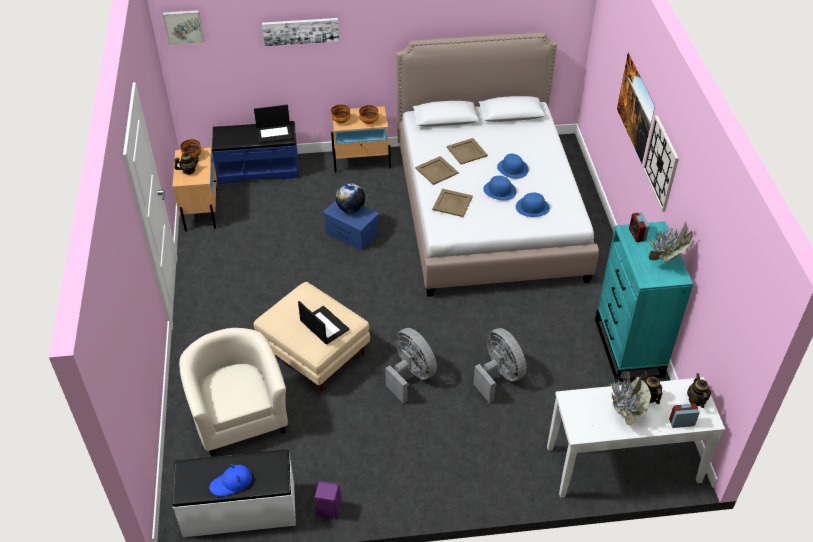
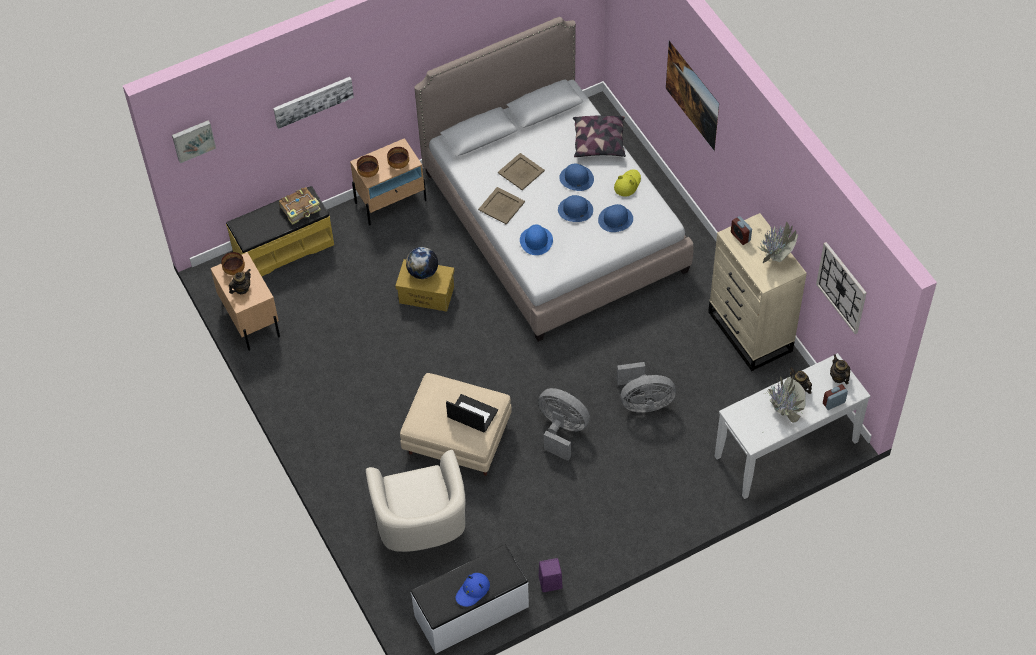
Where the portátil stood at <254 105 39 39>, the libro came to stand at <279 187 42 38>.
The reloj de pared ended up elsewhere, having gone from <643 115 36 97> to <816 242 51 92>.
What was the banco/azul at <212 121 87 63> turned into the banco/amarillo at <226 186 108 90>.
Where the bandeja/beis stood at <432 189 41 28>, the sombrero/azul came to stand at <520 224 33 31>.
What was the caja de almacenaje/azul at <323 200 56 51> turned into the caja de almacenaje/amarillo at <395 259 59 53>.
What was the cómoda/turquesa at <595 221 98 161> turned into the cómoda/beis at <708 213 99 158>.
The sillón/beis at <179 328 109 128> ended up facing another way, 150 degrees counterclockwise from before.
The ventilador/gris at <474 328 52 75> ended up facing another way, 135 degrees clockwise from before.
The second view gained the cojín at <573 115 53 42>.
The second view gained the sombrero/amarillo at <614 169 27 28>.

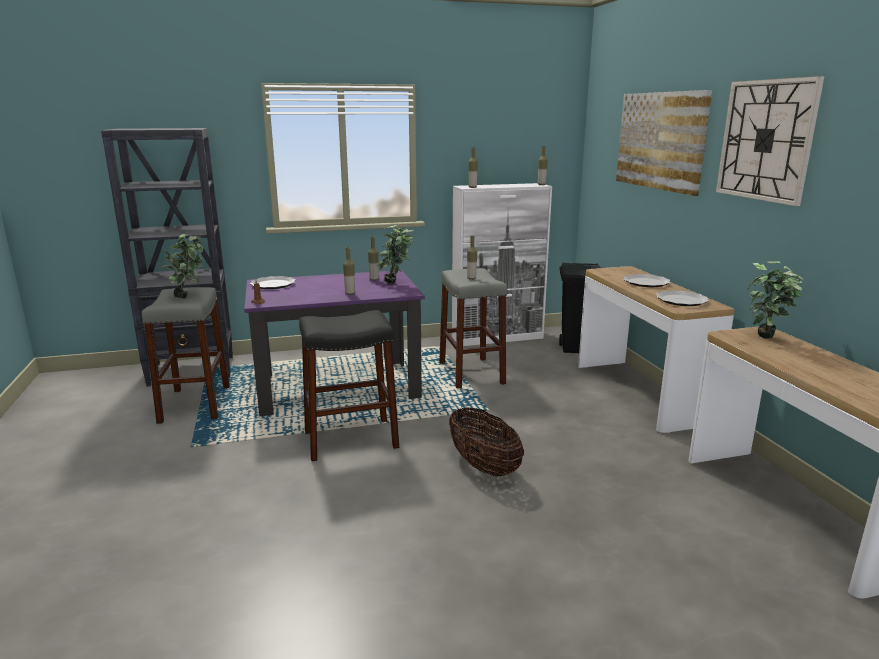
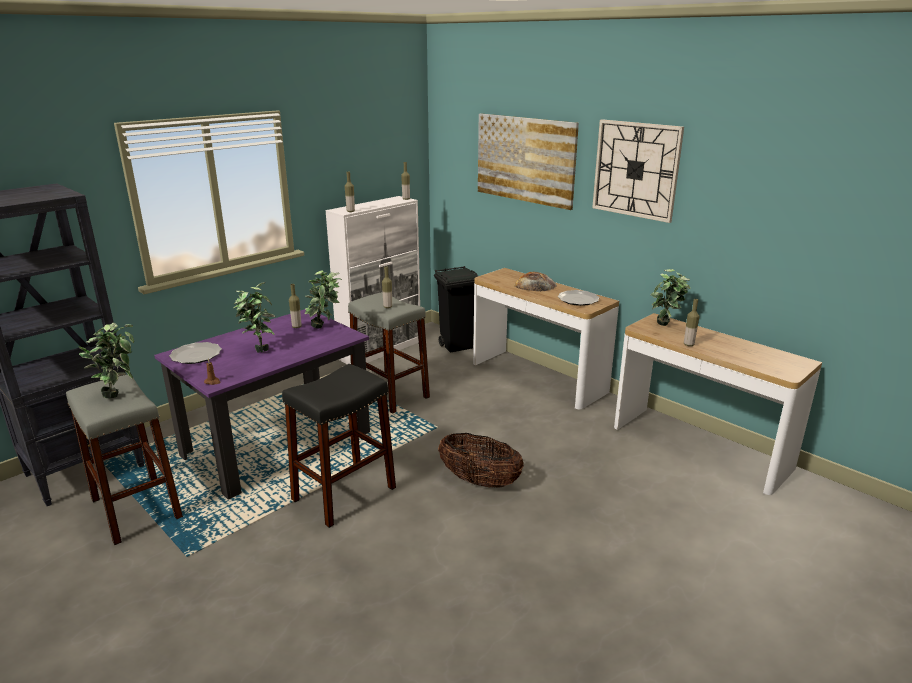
The botella ended up elsewhere, having gone from <343 247 12 48> to <684 299 15 47>.
Where the plato stood at <624 274 46 13>, the pan came to stand at <514 272 43 19>.
The second view gained the planta en maceta at <233 282 43 71>.

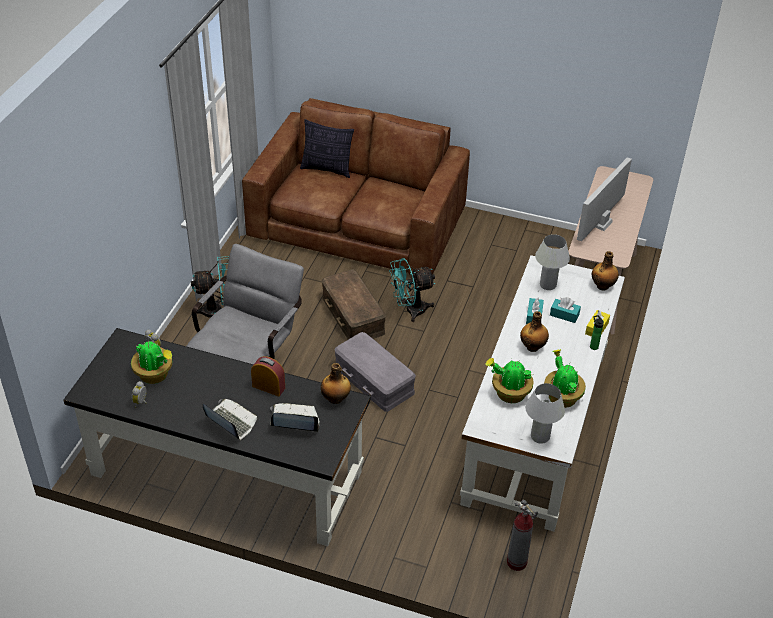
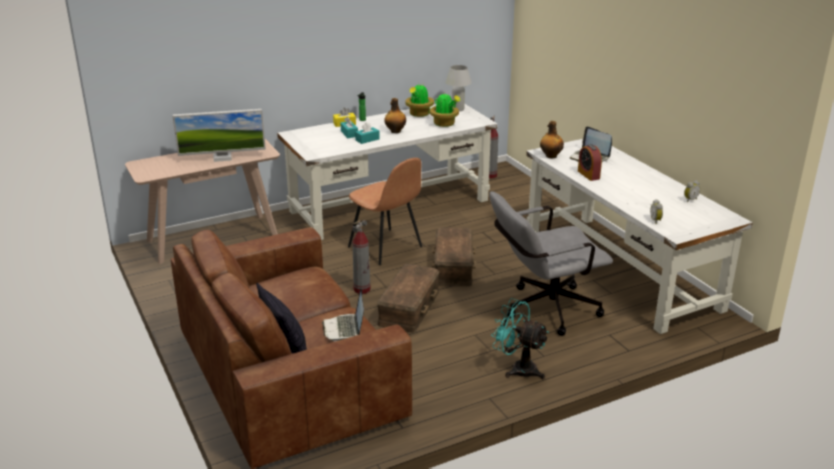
The second view lost the lámpara de mesa/blanco at <535 234 35 56>.
The second view lost the botella at <592 251 27 39>.
Where the ventilador/turquesa stood at <389 258 47 64>, the extintor came to stand at <352 220 19 74>.
What was the escritorio/negro at <63 328 308 218> turned into the escritorio/blanco at <526 139 227 195>.
What was the caja de almacenaje/gris at <334 332 82 80> turned into the caja de almacenaje/marrón at <432 227 44 59>.
The second view lost the planta en maceta at <131 340 41 44>.
The portátil ended up elsewhere, having gone from <203 399 54 42> to <322 289 42 52>.
The second view gained the silla/marrón at <348 158 74 107>.

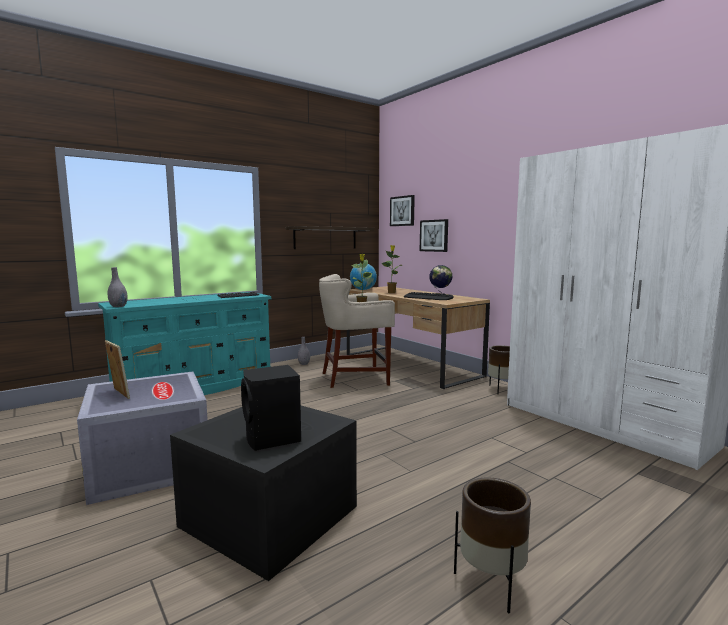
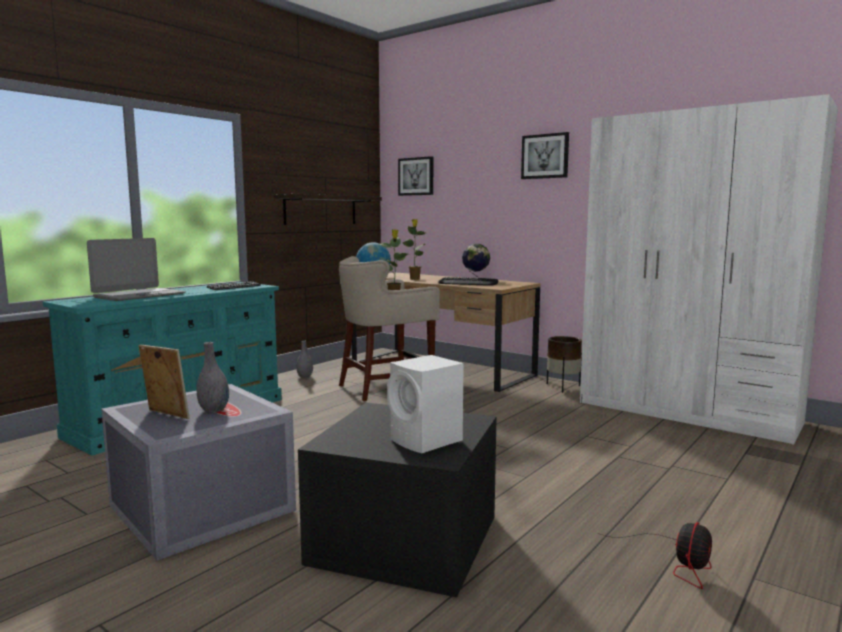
The cuadro ended up elsewhere, having gone from <420 219 28 33> to <521 132 48 47>.
The florero/gris ended up elsewhere, having gone from <108 267 20 40> to <196 342 33 71>.
What was the altavoz/negro at <241 365 60 86> turned into the altavoz/blanco at <387 355 77 98>.
Where the maceta/marrón stood at <454 478 77 135>, the ventilador came to stand at <597 522 115 67>.
The second view gained the portátil at <87 238 99 63>.

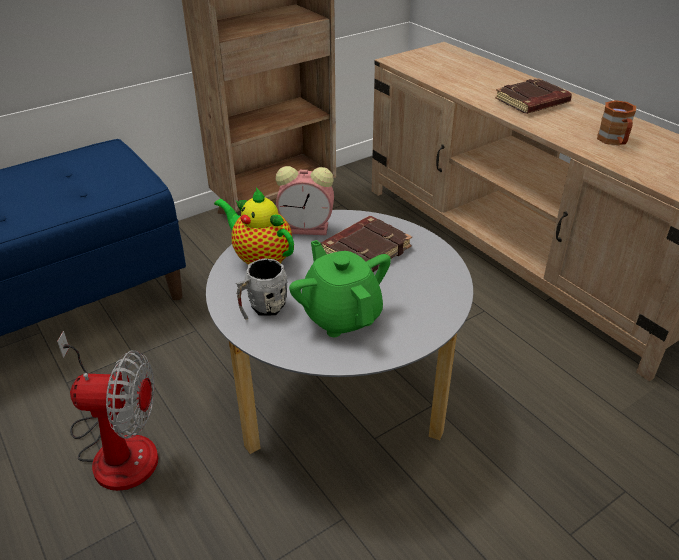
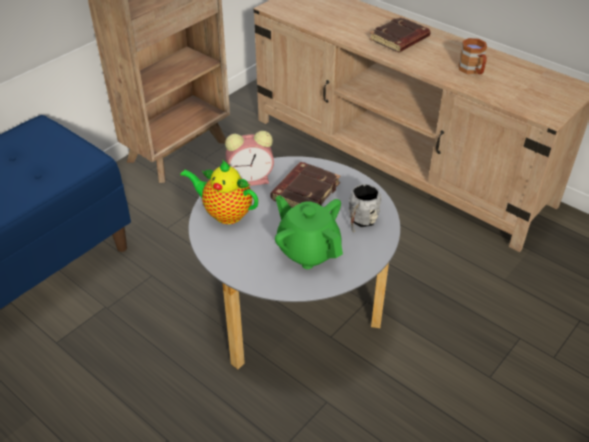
The taza grande/gris ended up elsewhere, having gone from <236 258 52 61> to <348 184 33 48>.
The second view lost the ventilador at <57 331 101 160>.

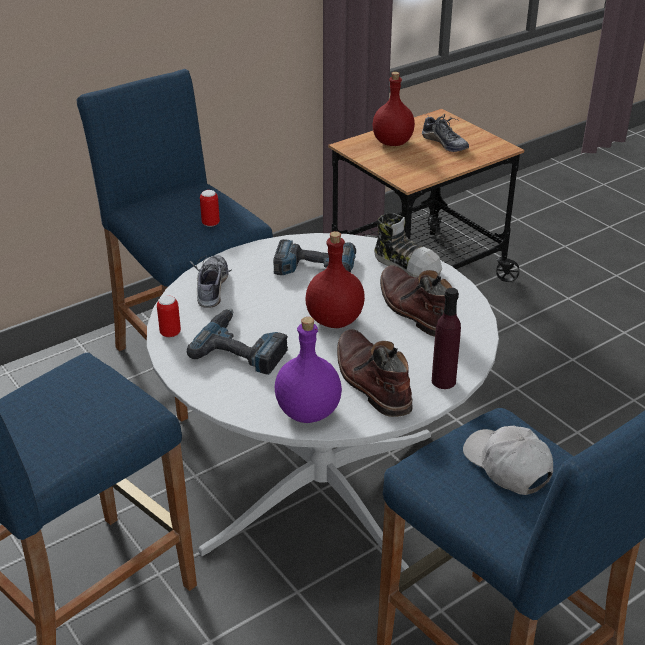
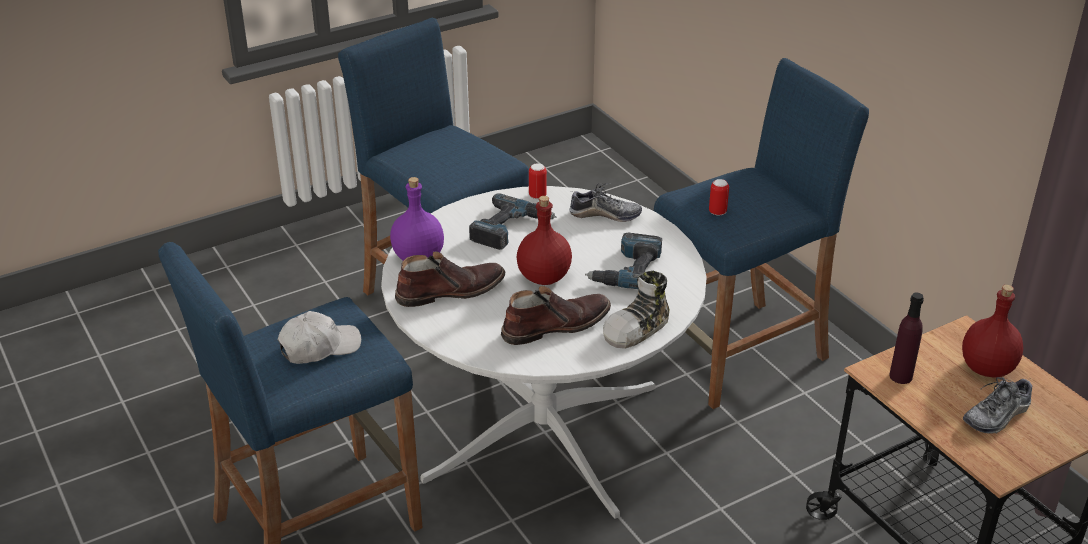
The botella/morado ended up elsewhere, having gone from <432 288 29 101> to <889 293 35 91>.

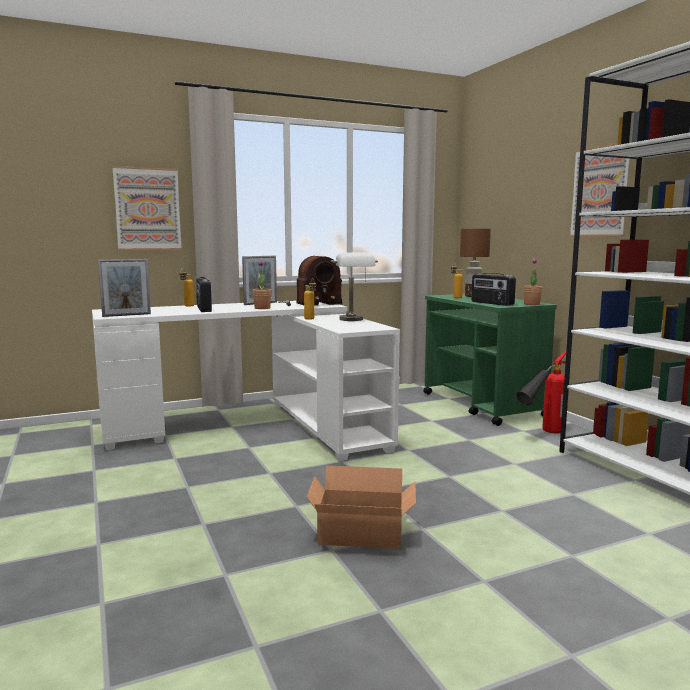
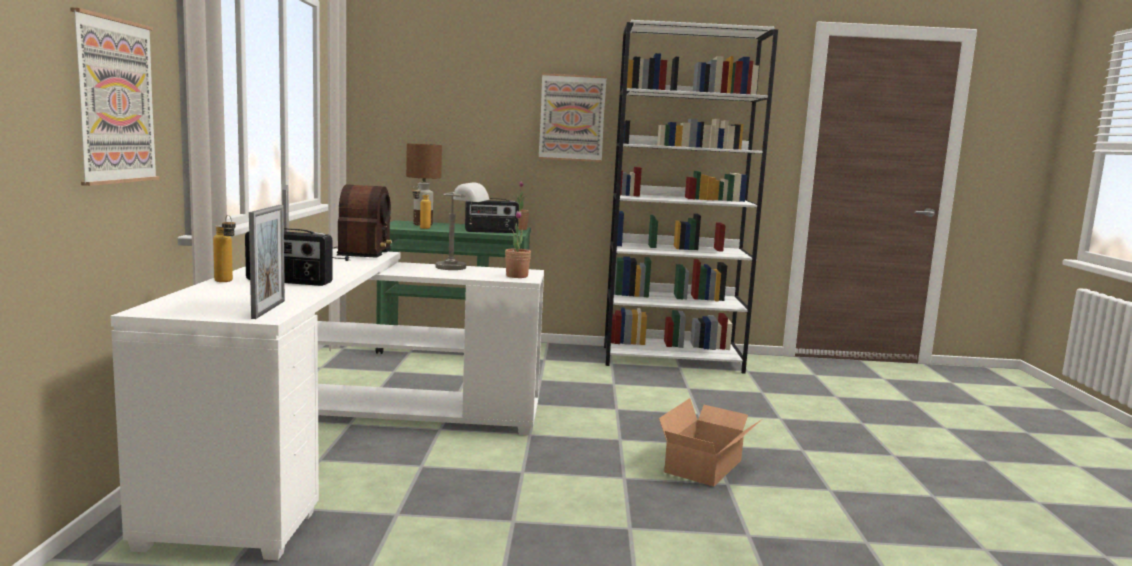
The planta en maceta ended up elsewhere, having gone from <253 260 18 49> to <505 211 26 67>.
The second view lost the botella at <304 279 12 41>.
The second view lost the extintor at <516 351 50 82>.

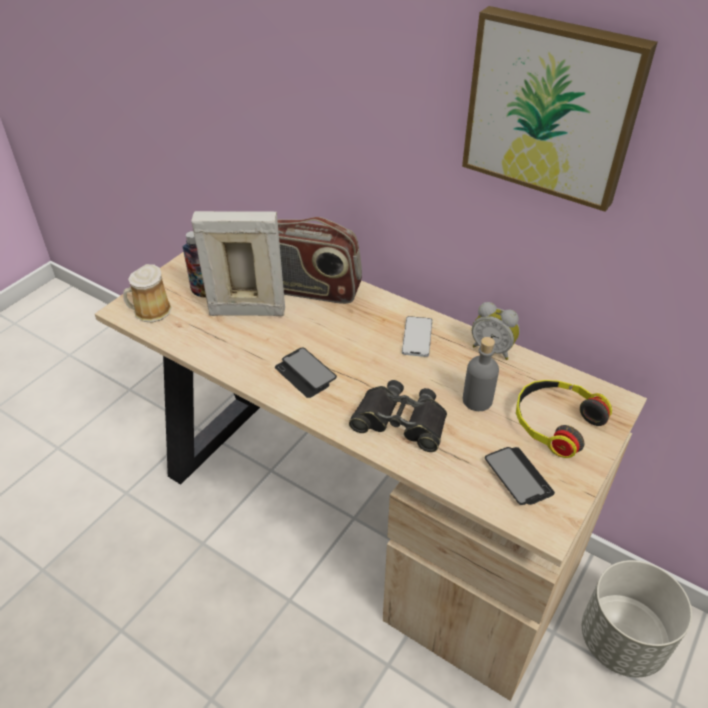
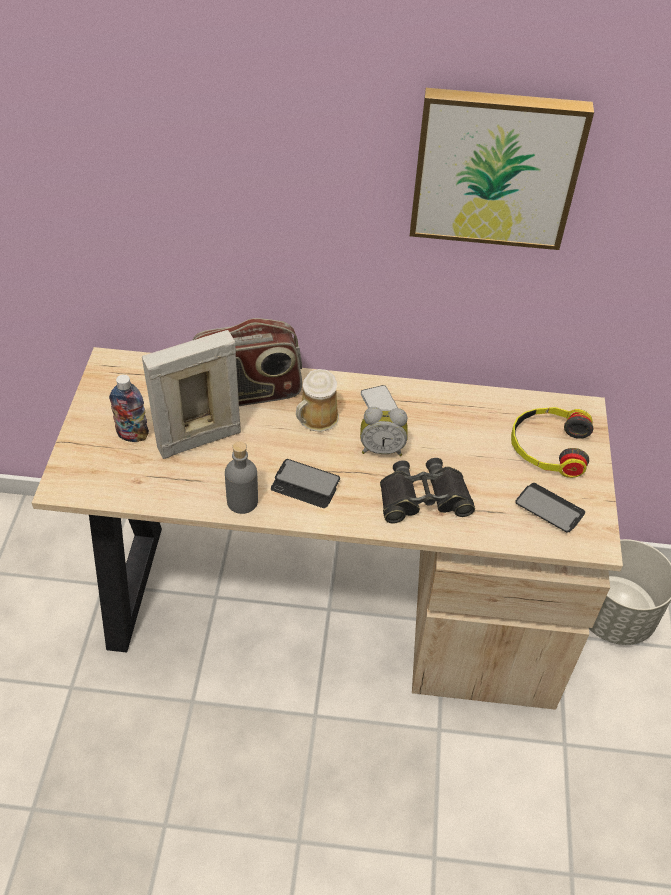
The taza grande ended up elsewhere, having gone from <123 264 49 59> to <296 369 43 63>.
The despertador ended up elsewhere, having gone from <472 302 48 58> to <360 407 48 49>.
The botella/gris ended up elsewhere, having gone from <463 337 36 74> to <225 441 33 73>.

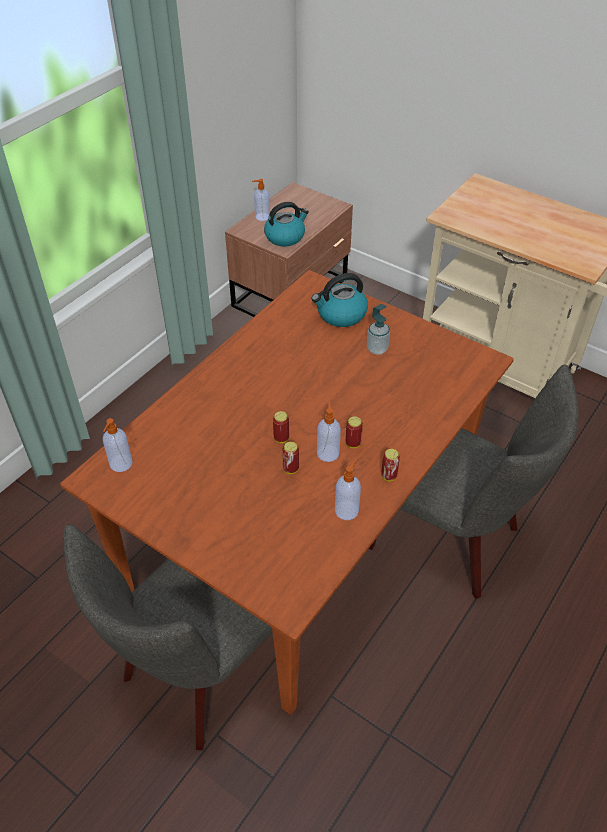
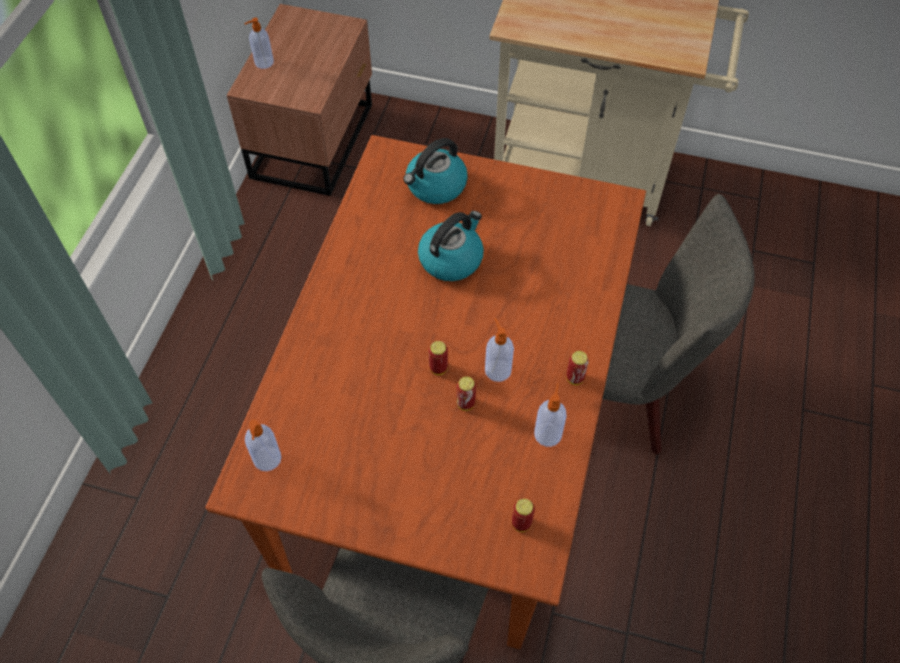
The hervidor ended up elsewhere, having gone from <264 202 45 44> to <418 211 66 70>.
The second view lost the dispensador de jabón at <367 304 23 51>.
The lata ended up elsewhere, having gone from <346 416 17 32> to <512 499 23 33>.

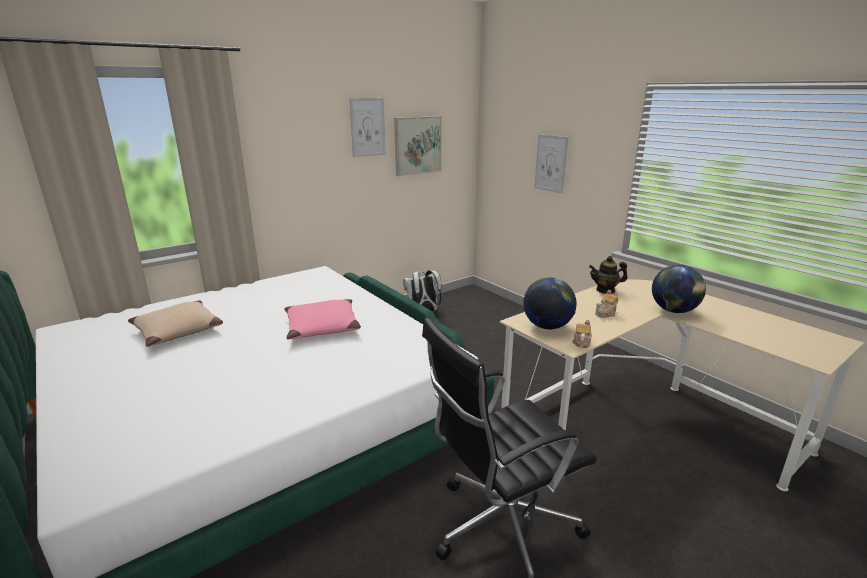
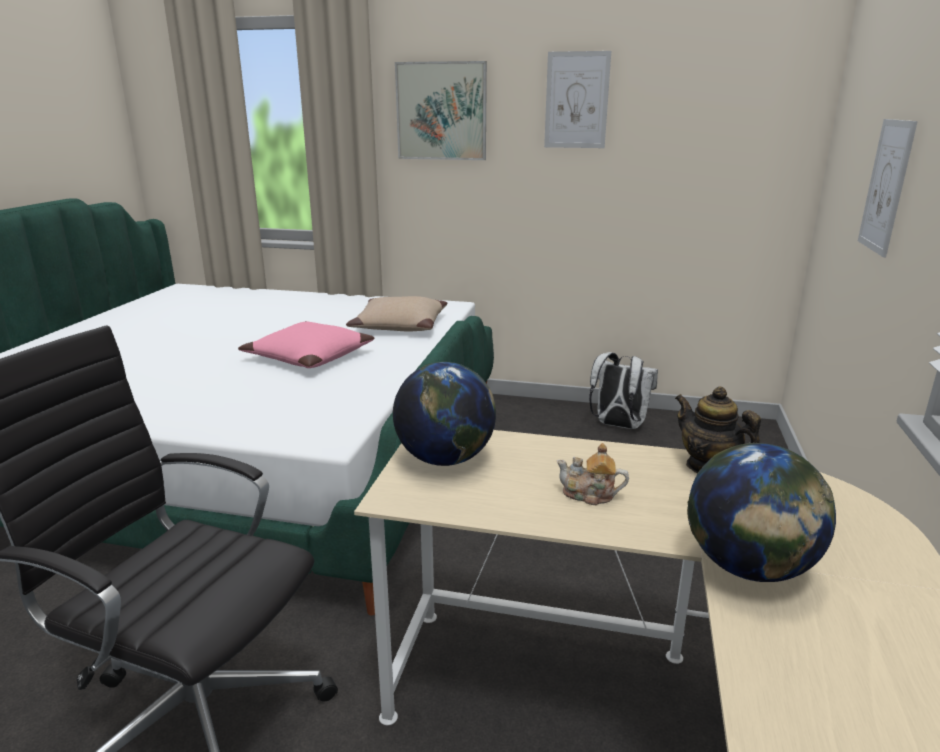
The cuadro ended up elsewhere, having gone from <394 116 48 60> to <395 61 92 99>.
The cojín/beis ended up elsewhere, having gone from <128 300 95 47> to <346 296 101 36>.
The second view lost the tetera at <572 320 20 28>.

